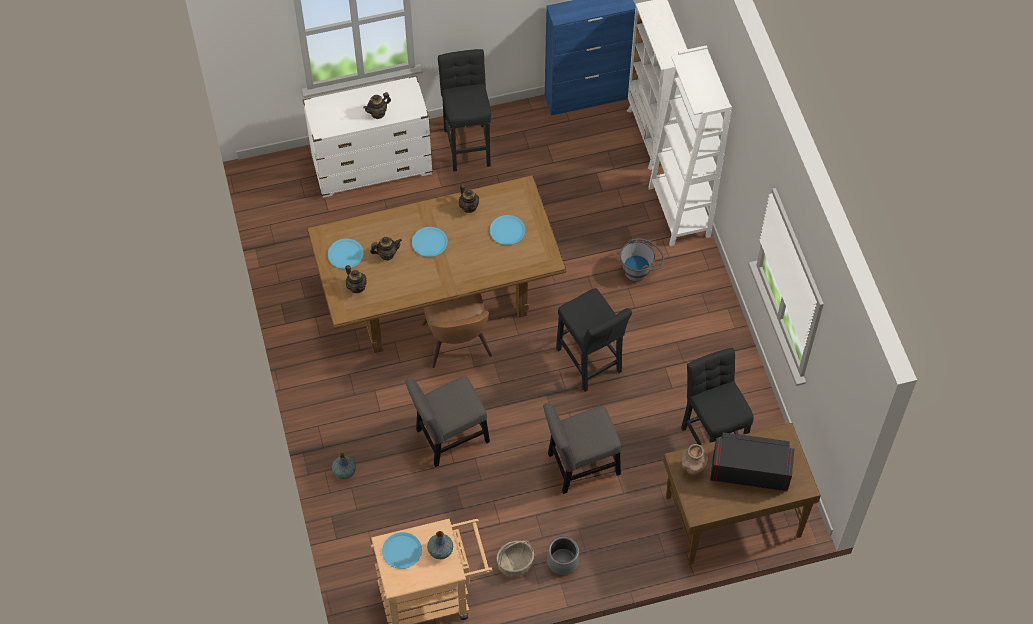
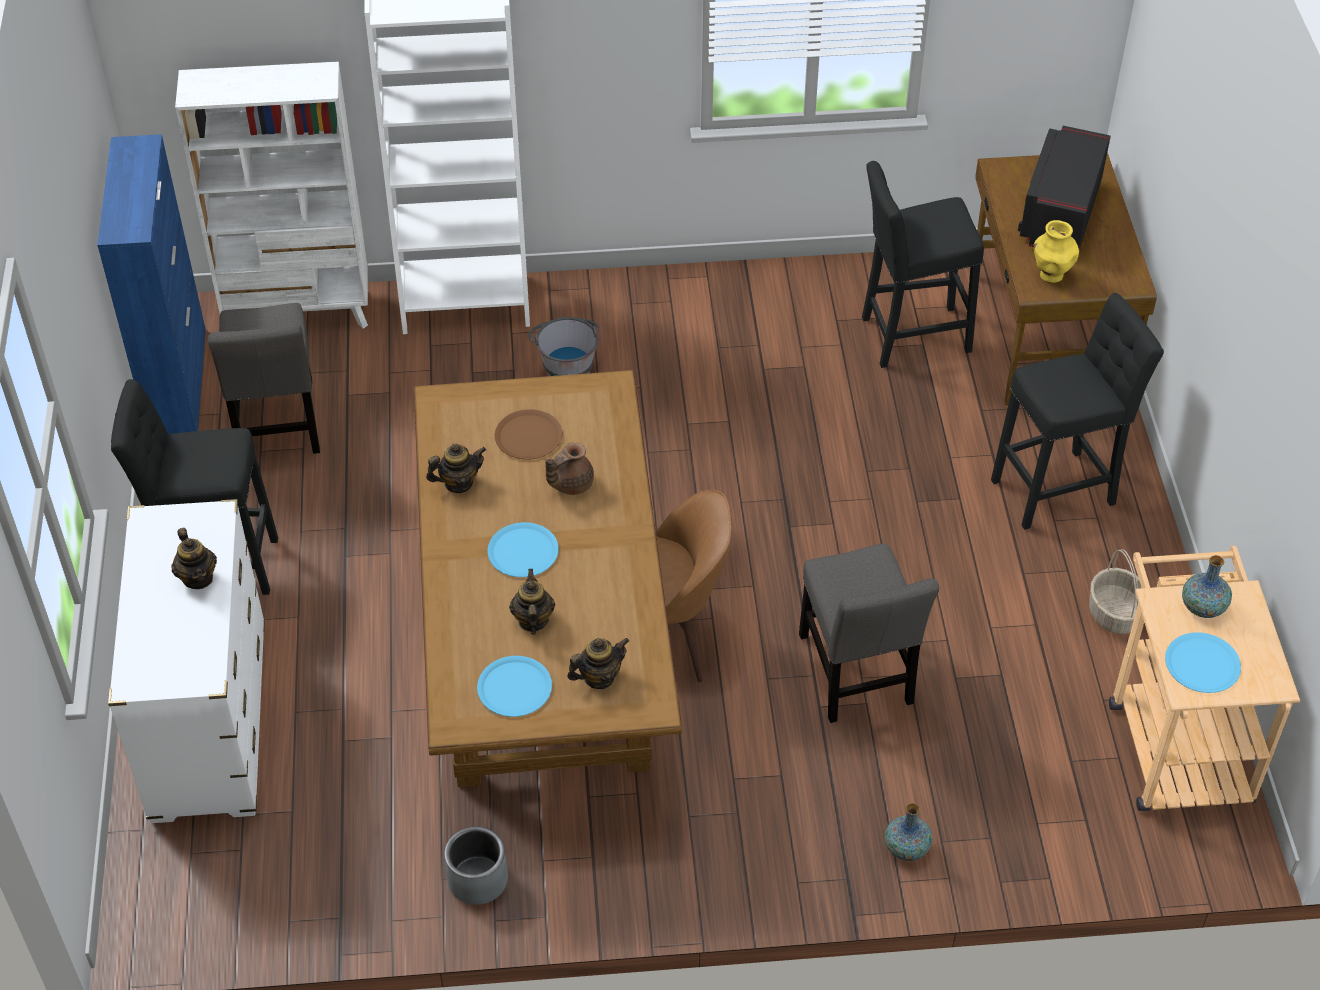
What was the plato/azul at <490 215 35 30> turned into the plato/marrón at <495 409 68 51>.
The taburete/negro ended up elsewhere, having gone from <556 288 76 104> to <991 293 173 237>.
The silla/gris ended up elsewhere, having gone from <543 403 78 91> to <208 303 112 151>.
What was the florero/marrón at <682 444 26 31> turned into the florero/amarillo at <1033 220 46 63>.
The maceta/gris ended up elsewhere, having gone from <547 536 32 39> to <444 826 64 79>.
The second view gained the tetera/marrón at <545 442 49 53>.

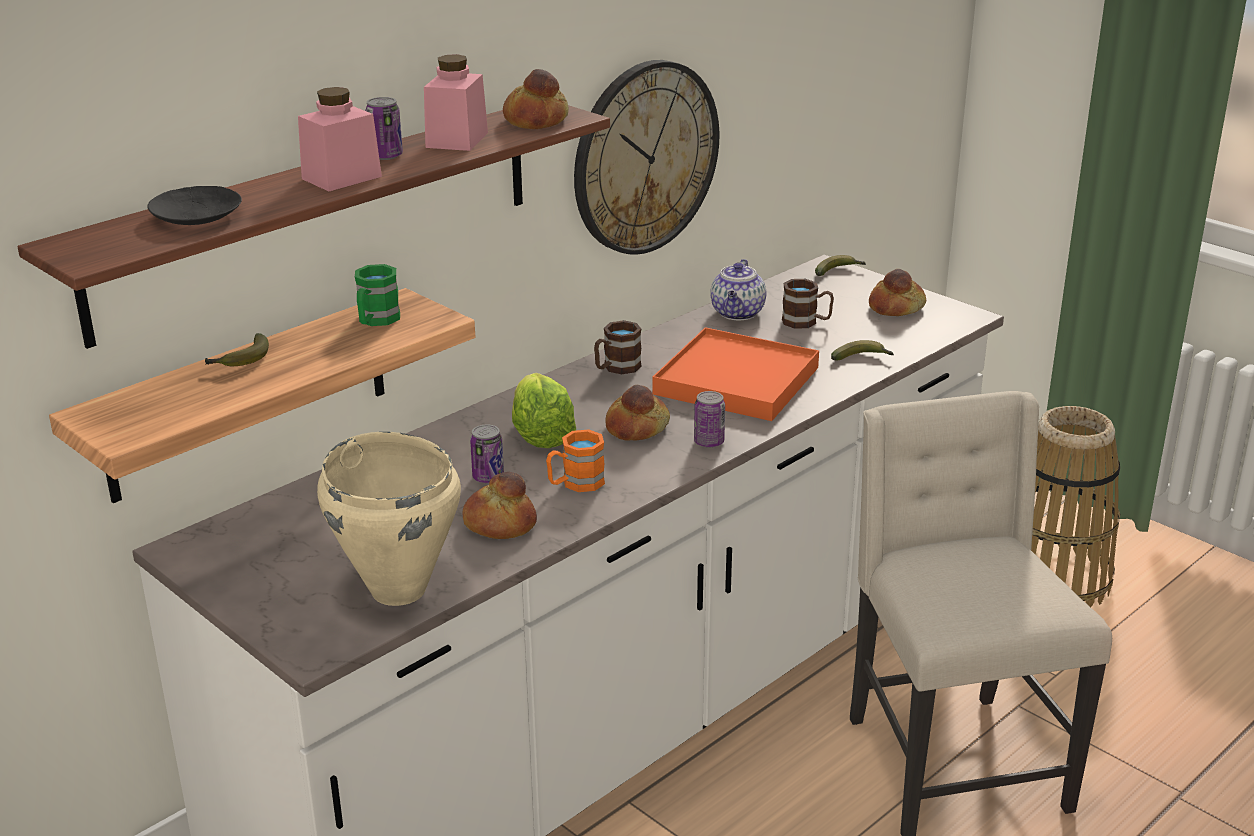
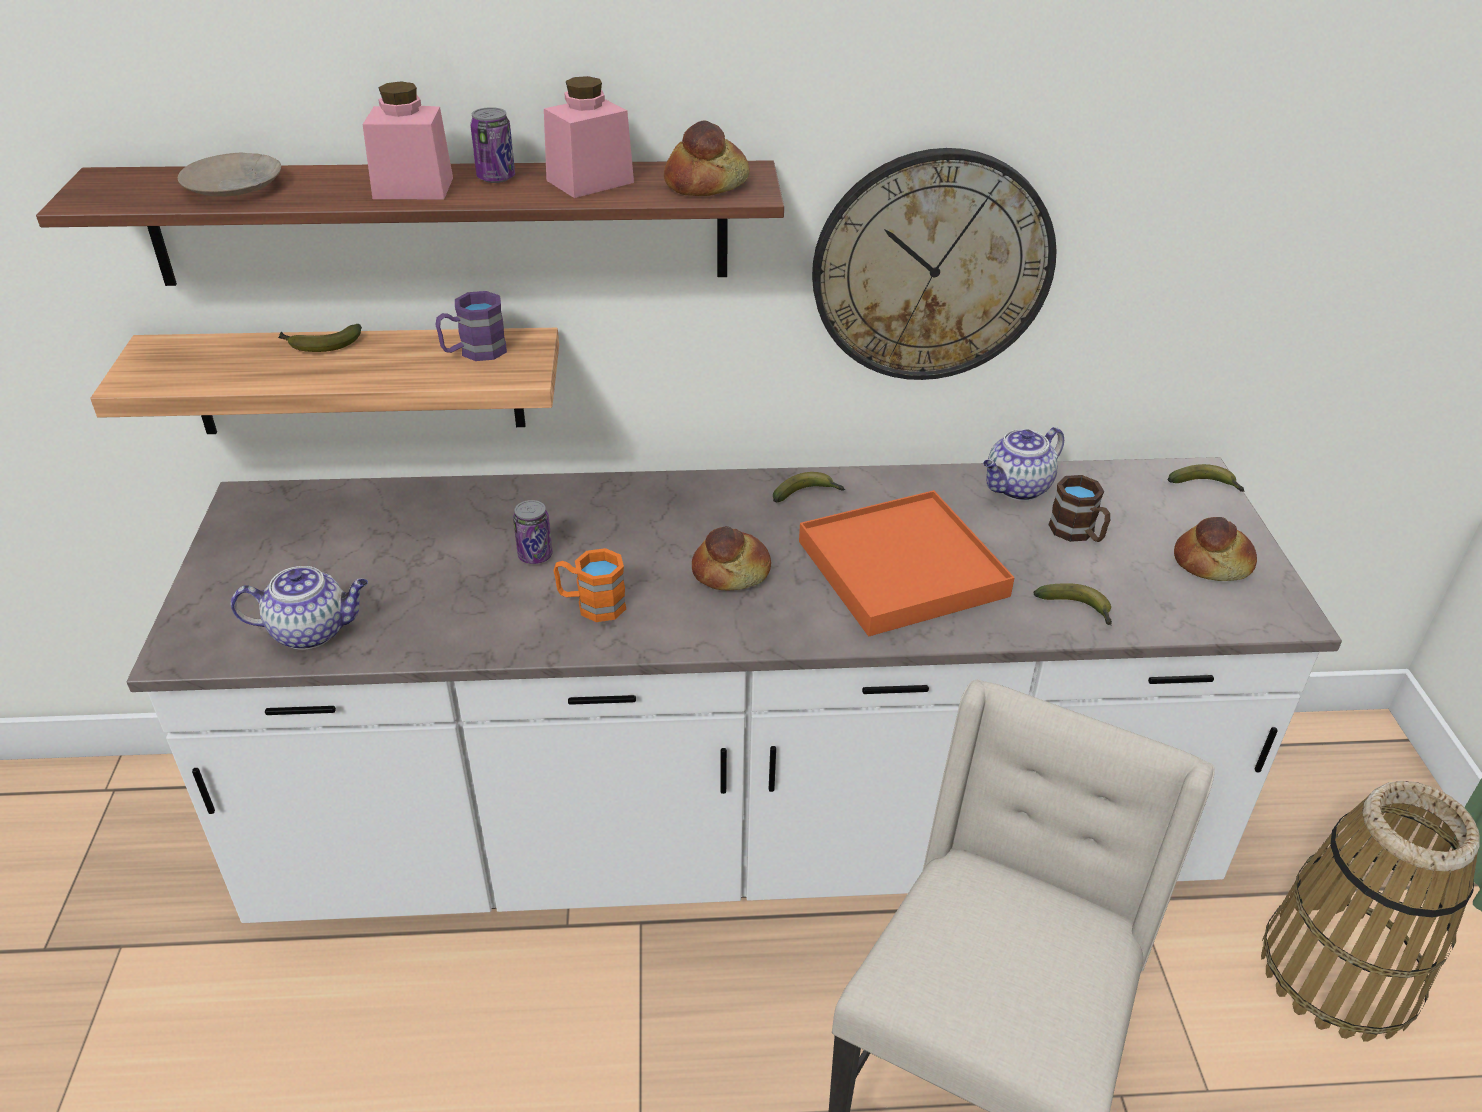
What was the plato/negro at <147 186 95 39> turned into the plato/beis at <178 153 103 44>.
What was the taza grande/verde at <355 264 45 62> turned into the taza grande/morado at <435 291 72 70>.
Where the taza grande/marrón stood at <594 320 48 54>, the plátano came to stand at <773 472 72 31>.
The second view lost the lechuga at <512 373 64 75>.
The second view lost the lata at <694 391 31 57>.
Where the olla/beis stood at <317 432 144 174>, the tetera came to stand at <230 566 138 84>.
The second view lost the pan at <462 472 75 67>.

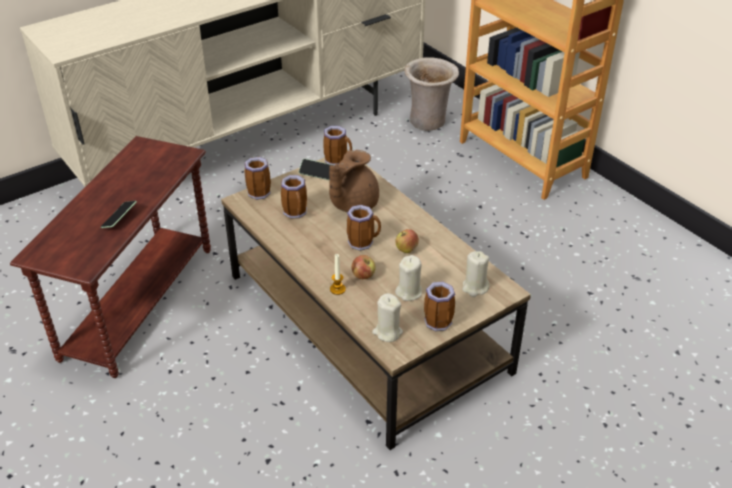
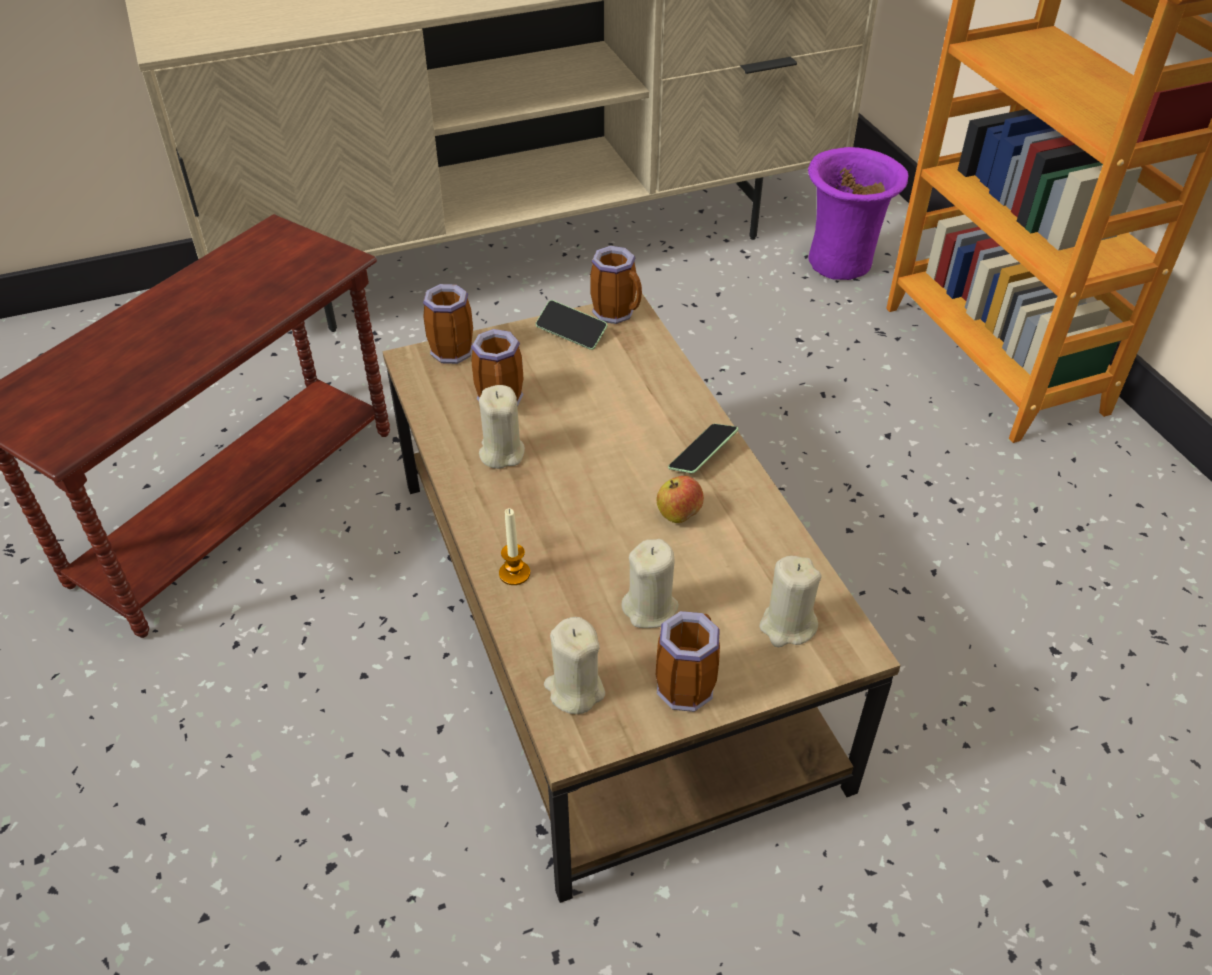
What was the florero/beis at <404 57 55 74> turned into the florero/morado at <808 147 101 133>.
The second view lost the tetera/marrón at <329 150 50 62>.
The móvil ended up elsewhere, having gone from <101 201 36 27> to <668 424 71 49>.
The second view lost the taza grande at <347 205 34 46>.
The second view lost the manzana at <351 255 25 24>.
The second view gained the vela/beis at <479 385 46 84>.

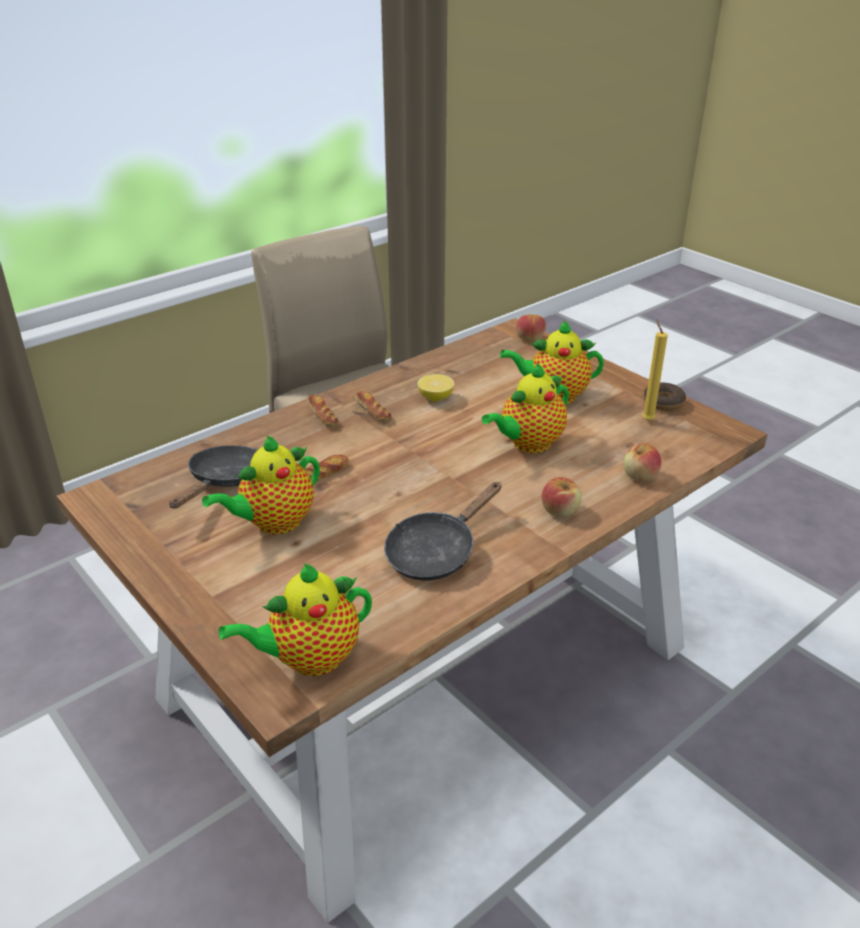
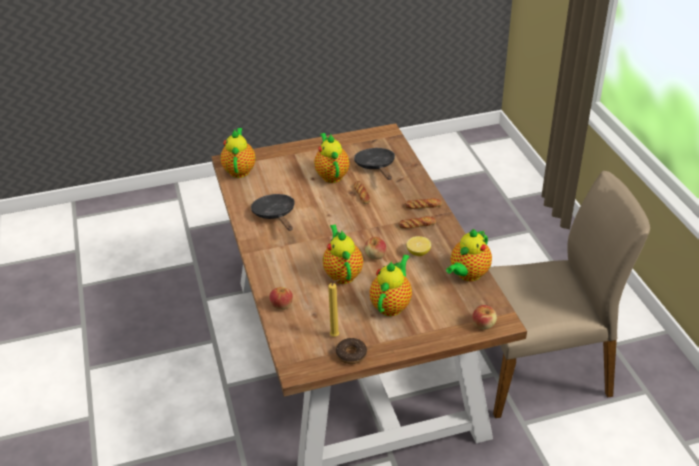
The sartén/negro at <169 445 88 63> ended up facing another way, 150 degrees counterclockwise from before.
The manzana ended up elsewhere, having gone from <542 477 40 40> to <364 237 22 23>.
The second view gained the tetera at <446 229 46 52>.

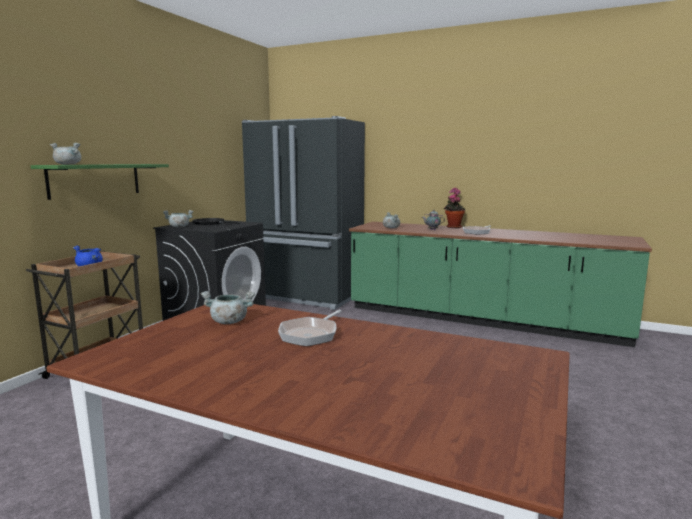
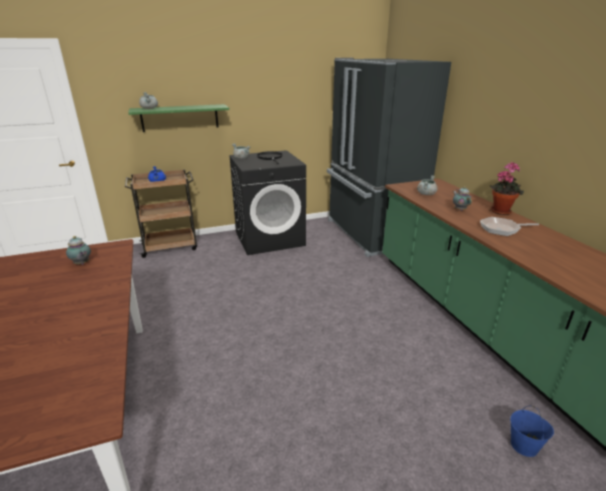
Where the olla/gris stood at <201 291 54 33>, the tetera came to stand at <66 236 25 29>.
The second view lost the sartén at <278 310 63 36>.
The second view gained the cubo/azul at <510 406 44 51>.

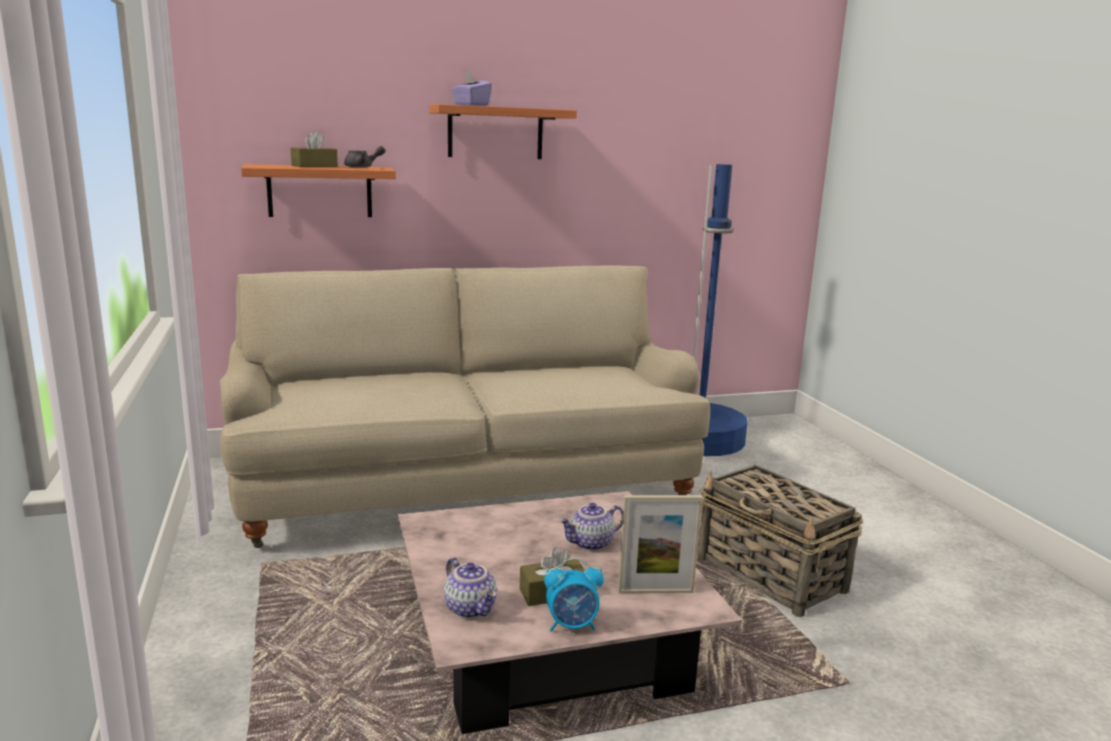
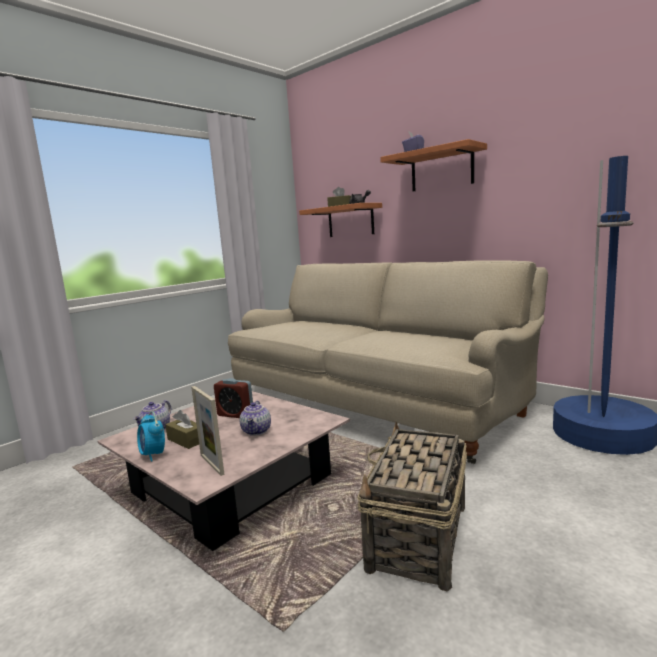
The tetera at <559 503 64 48> ended up facing another way, 120 degrees counterclockwise from before.
The second view gained the despertador at <214 378 39 40>.

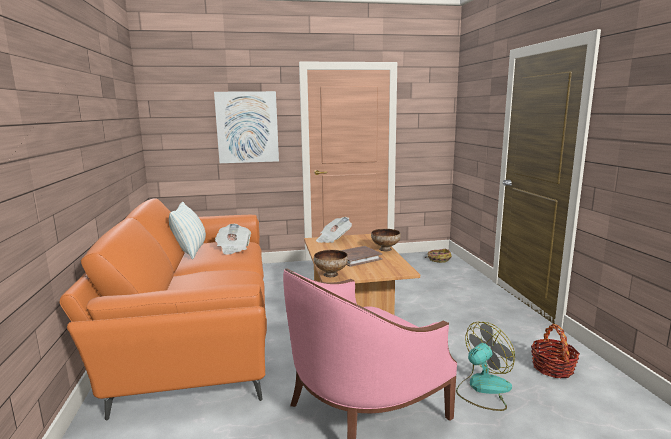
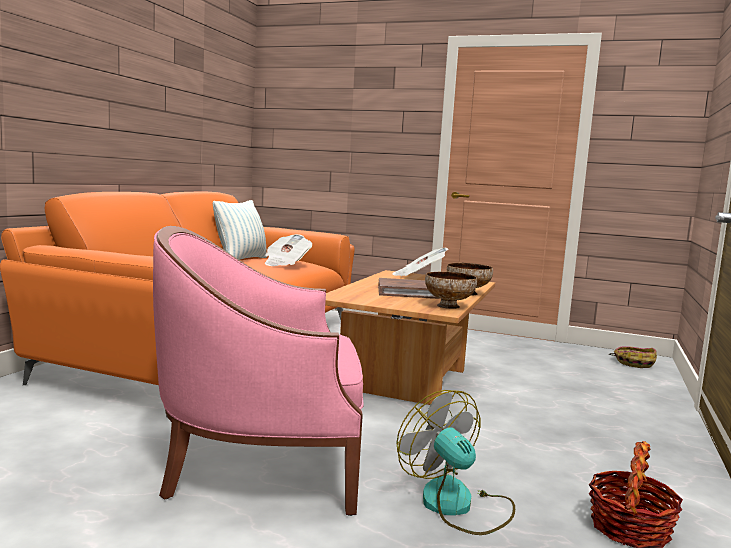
The second view lost the cuadro at <214 91 65 72>.
The cuenco ended up elsewhere, having gone from <314 250 34 27> to <425 272 52 37>.
The ventilador at <456 322 59 89> ended up facing another way, 120 degrees counterclockwise from before.

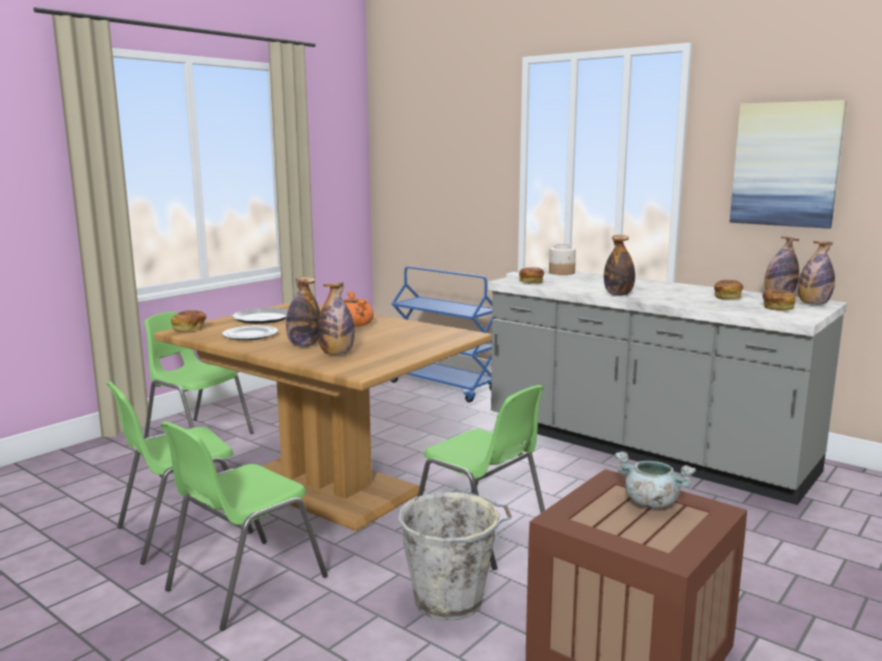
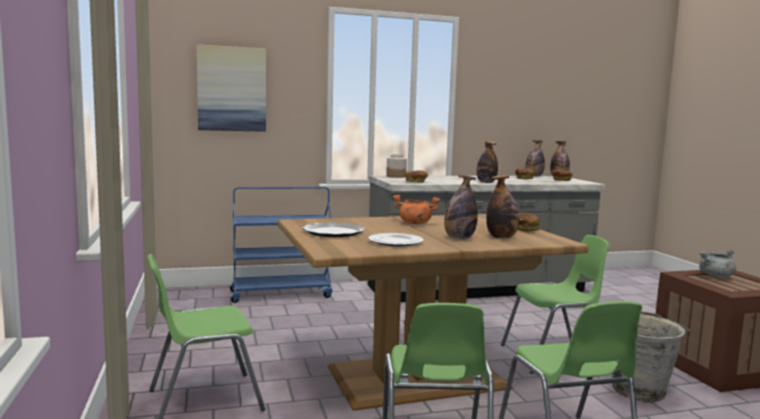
The cuadro ended up elsewhere, having gone from <730 100 117 129> to <197 44 69 88>.
The pan ended up elsewhere, having gone from <171 310 36 21> to <517 213 23 19>.

